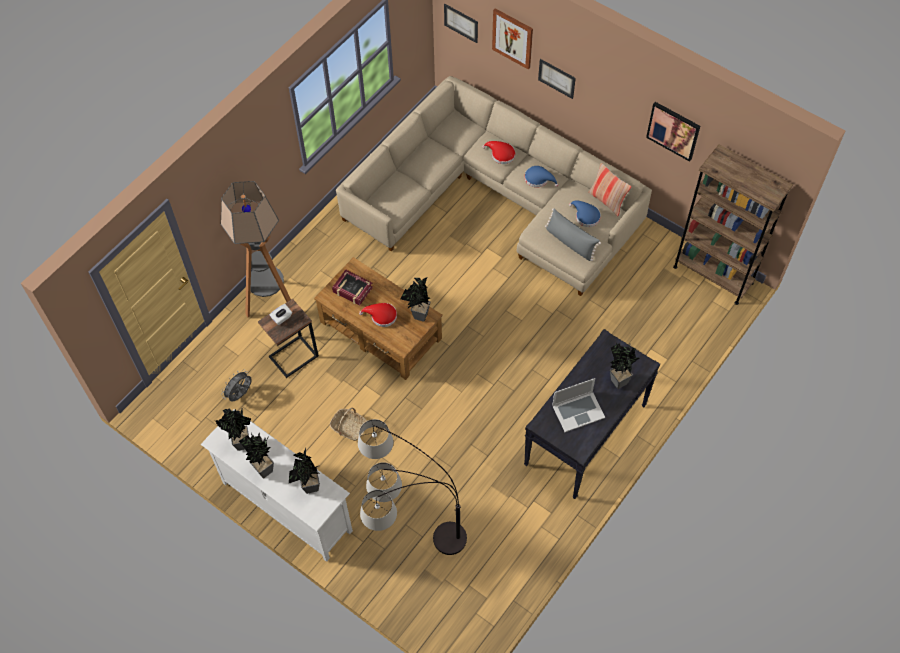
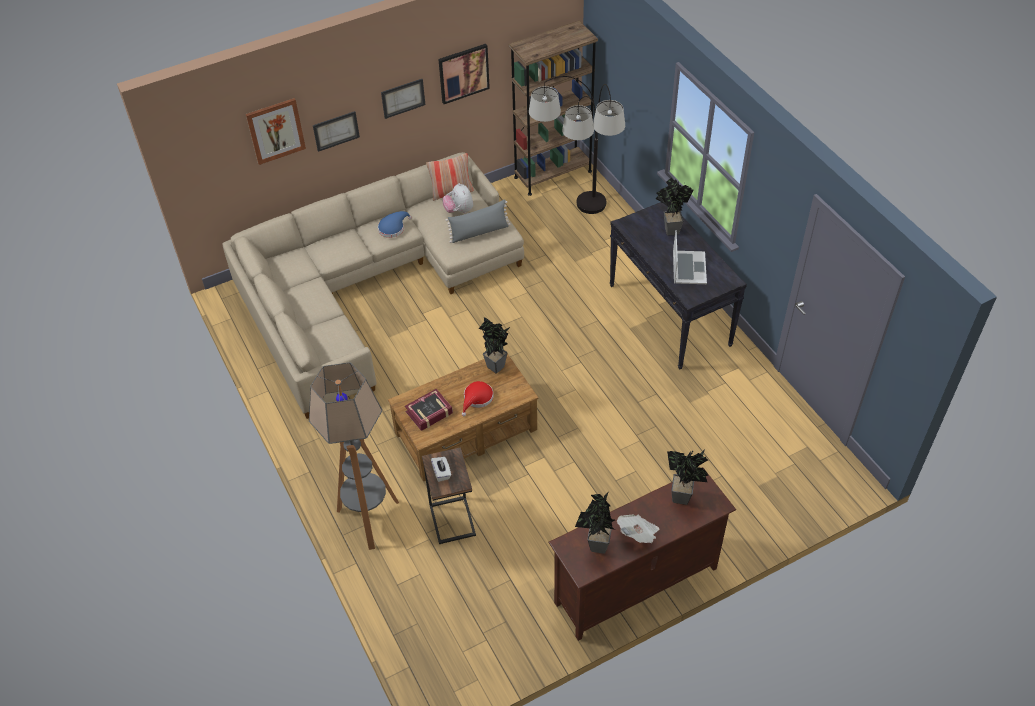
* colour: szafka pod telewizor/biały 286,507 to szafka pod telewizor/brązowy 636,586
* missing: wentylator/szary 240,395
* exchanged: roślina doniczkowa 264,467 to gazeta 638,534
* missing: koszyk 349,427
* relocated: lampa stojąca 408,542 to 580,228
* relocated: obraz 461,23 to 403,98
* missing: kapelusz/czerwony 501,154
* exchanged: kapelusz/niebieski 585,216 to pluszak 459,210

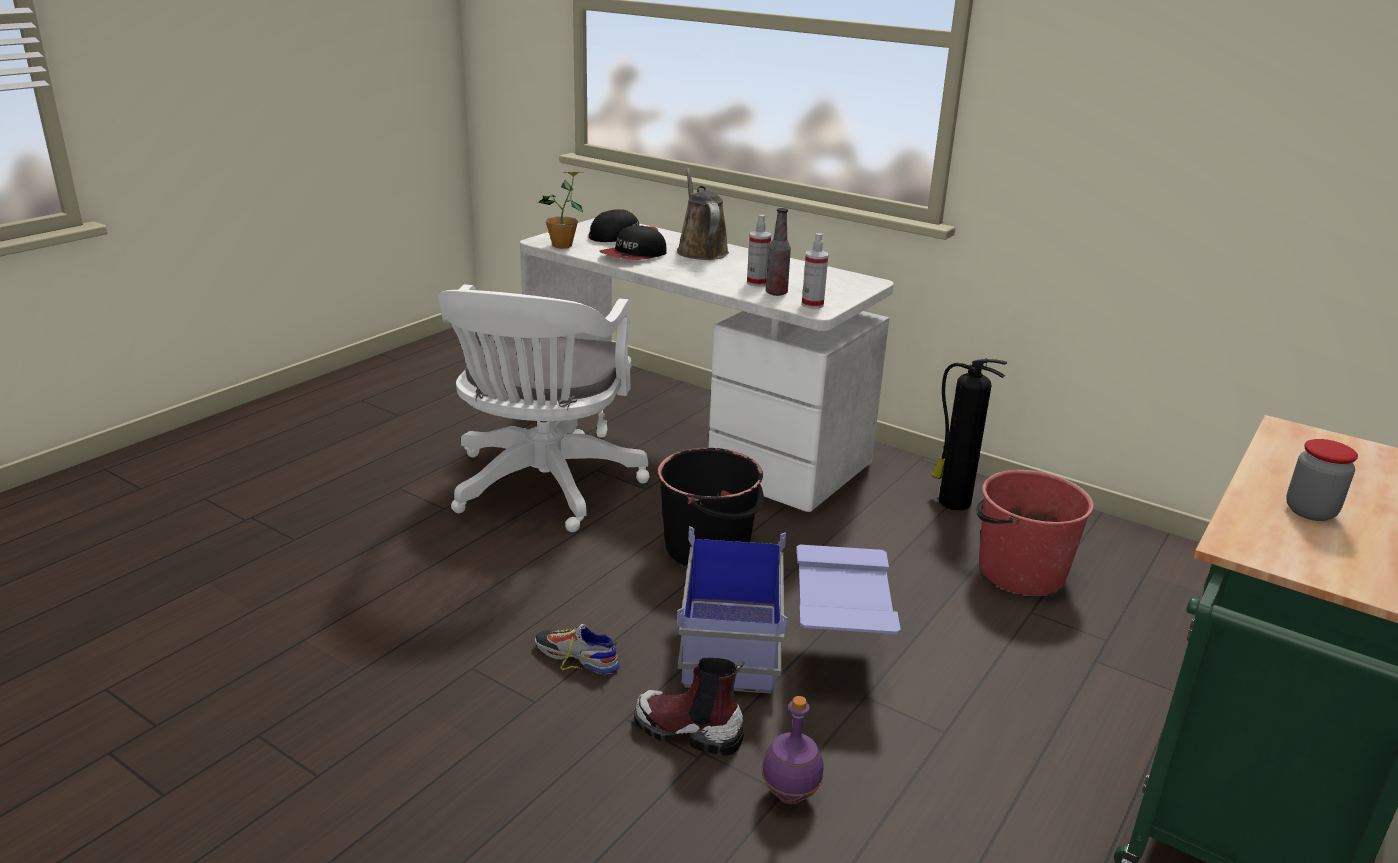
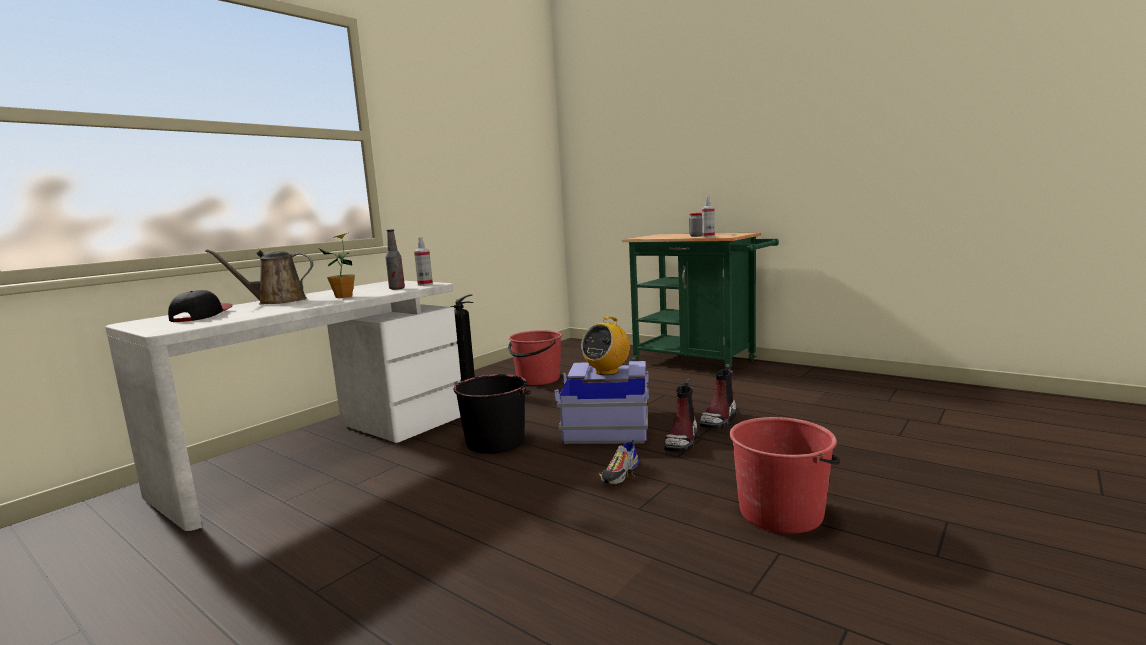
* missing: krzesło biurowe/biały 542,488
* relocated: roślina doniczkowa 562,245 to 344,296
* missing: czapka z daszkiem 634,255
* relocated: spryskiwacz 757,283 to 708,236
* exchanged: butelka/fioletowy 791,795 to but z cholewką 719,420
* appeared: radio 607,371
* appeared: wiadro/czerwony 782,512

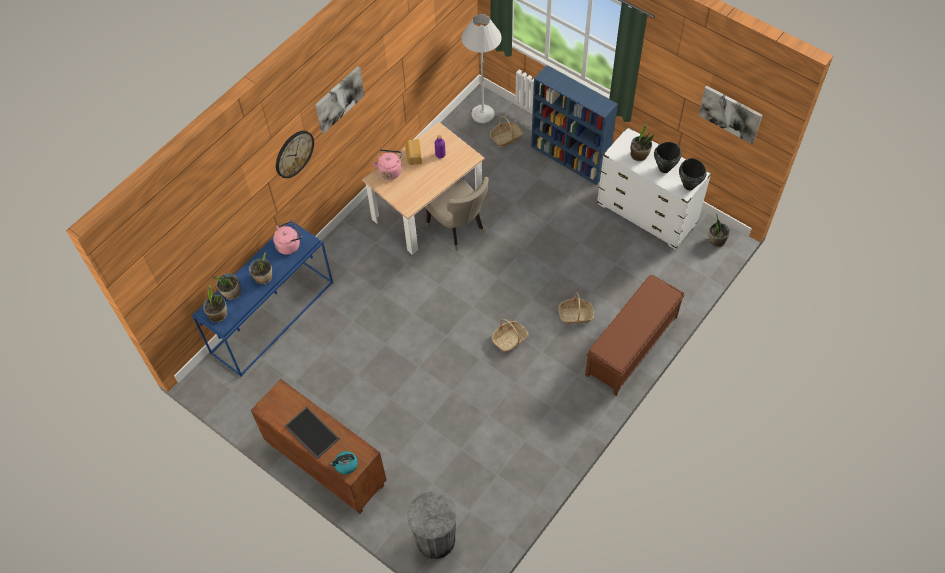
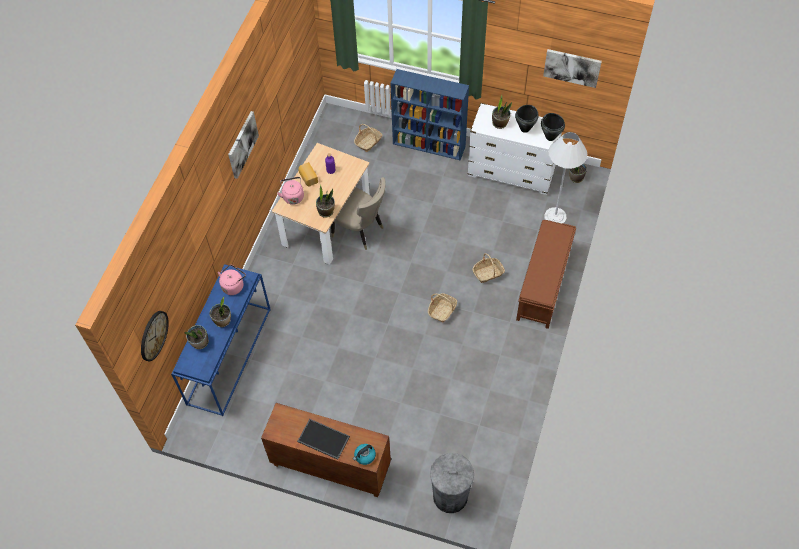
* relocated: roślina doniczkowa 218,315 to 326,211
* relocated: zegar ścienny 294,153 to 153,335
* relocated: lampa stojąca/biały 483,114 to 555,217

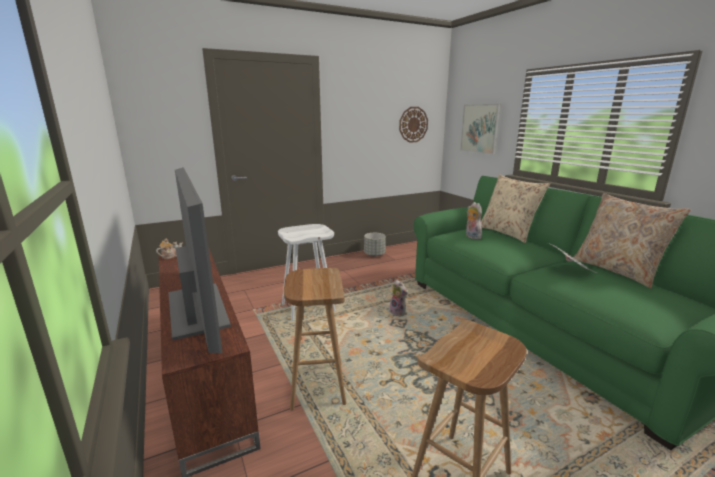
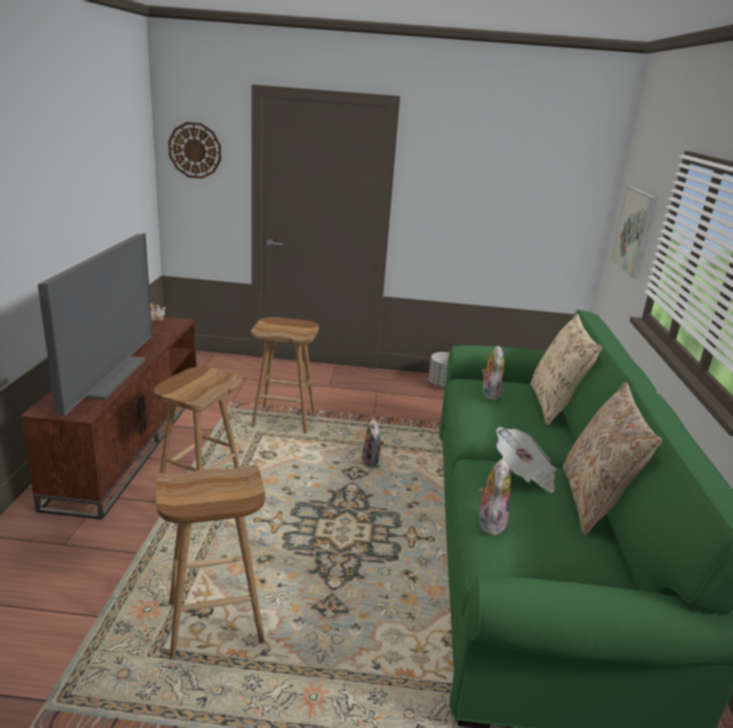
* colour: stołek/biały 308,307 to stołek/brązowy 285,419
* relocated: zegar ścienny 413,124 to 195,150
* appeared: pluszak 490,522

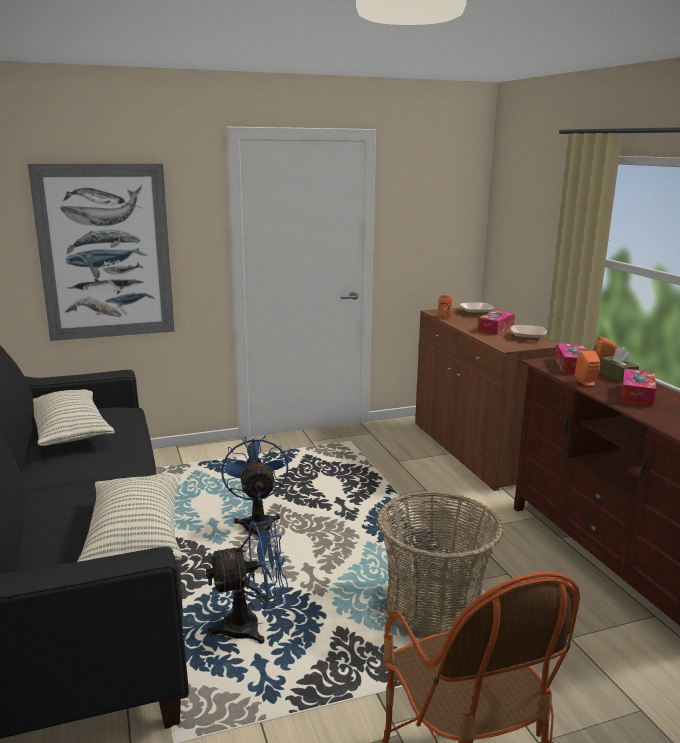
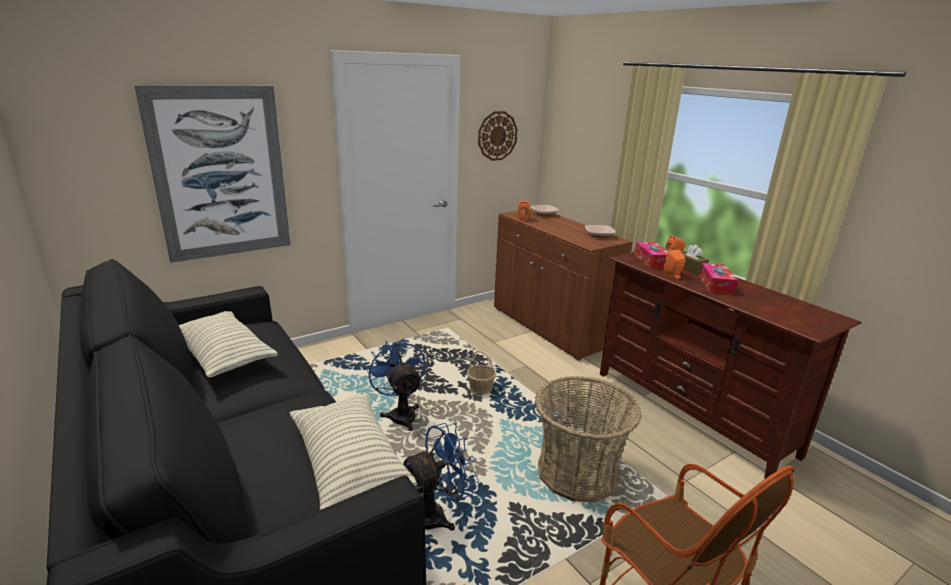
* missing: pudełko chusteczek 495,328
* appeared: koszyk 480,388
* appeared: zegar ścienny 497,136

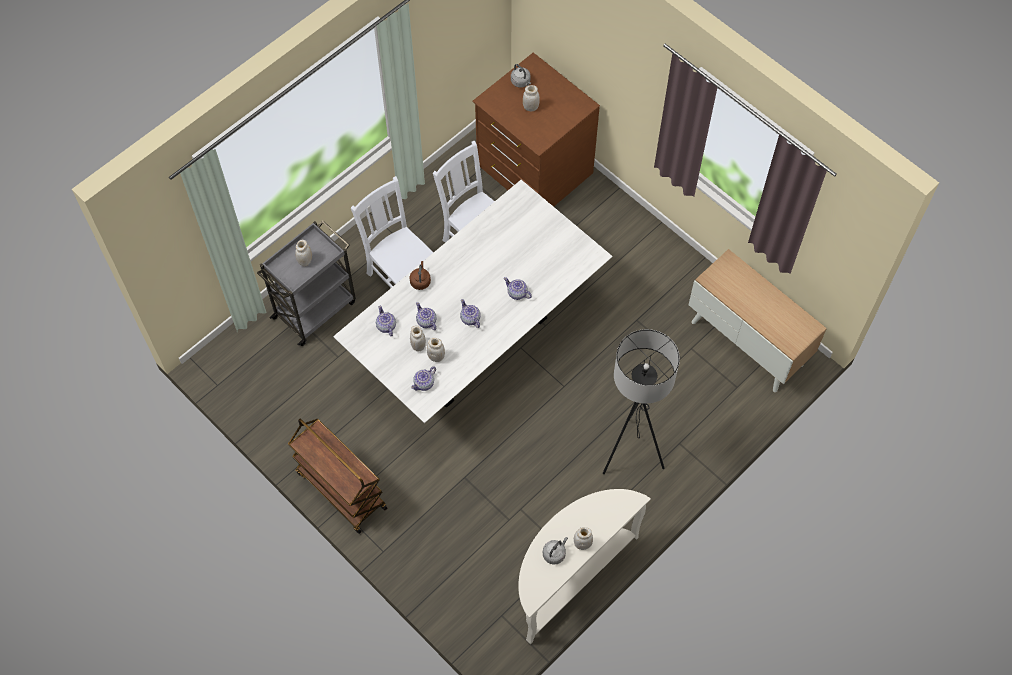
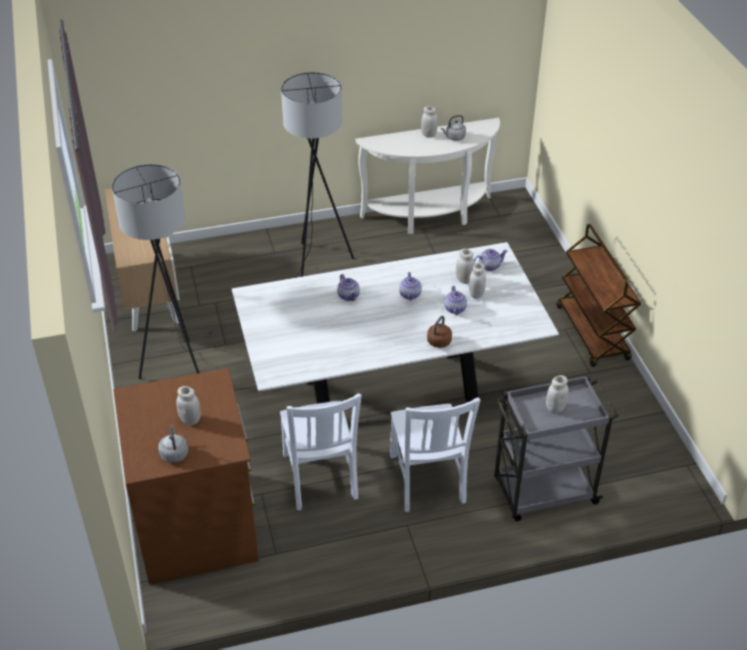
* missing: imbryk 386,326
* appeared: lampa stojąca/szary 178,364

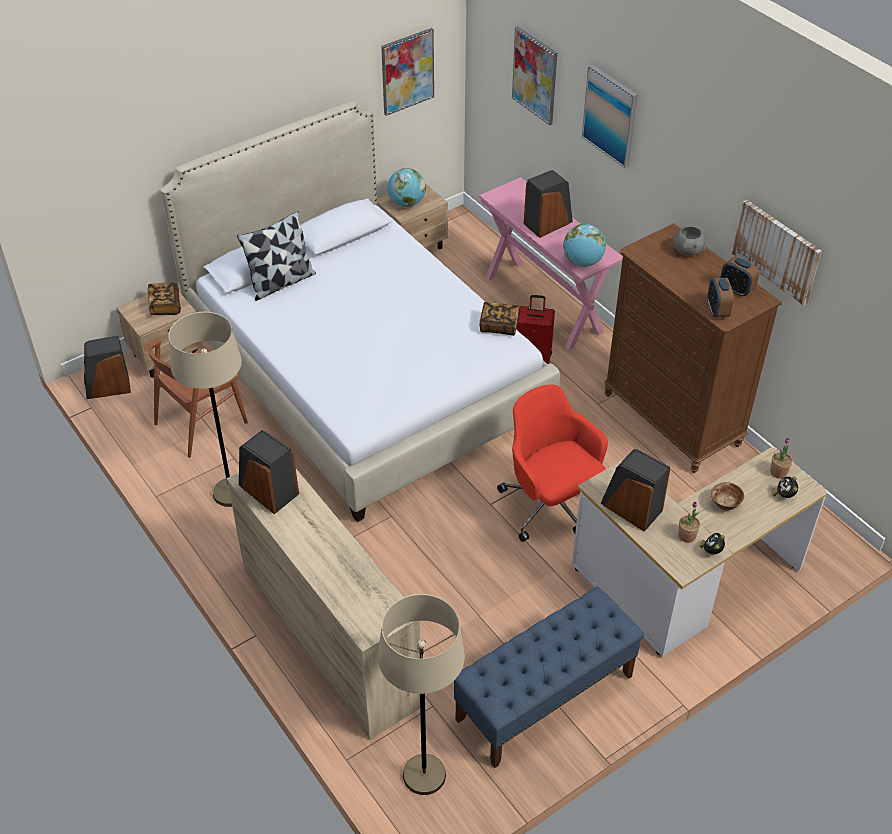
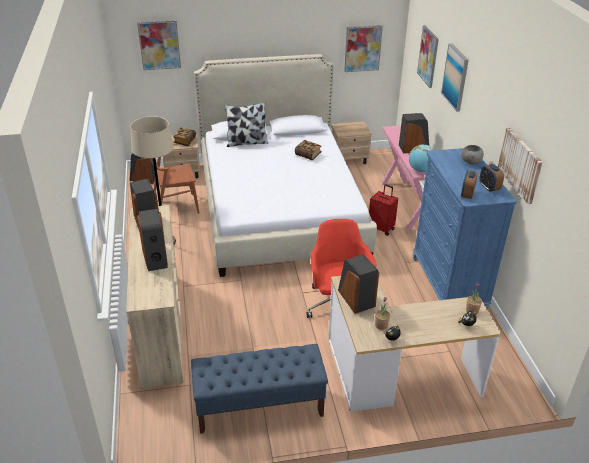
* missing: lampa stojąca/beżowy 424,775
* missing: globus 406,203
* relocated: książka 499,326 to 308,155
* colour: komoda/brązowy 672,420 to komoda/niebieski 448,284
* missing: miska 725,505
* appeared: obraz 159,45
* appeared: głośnik 155,258

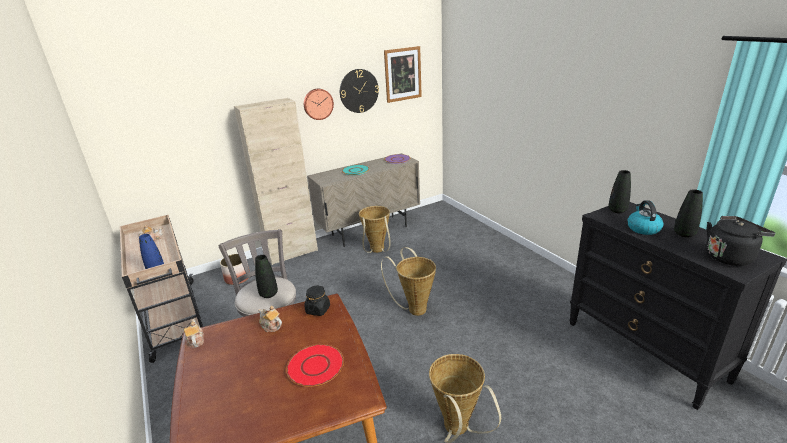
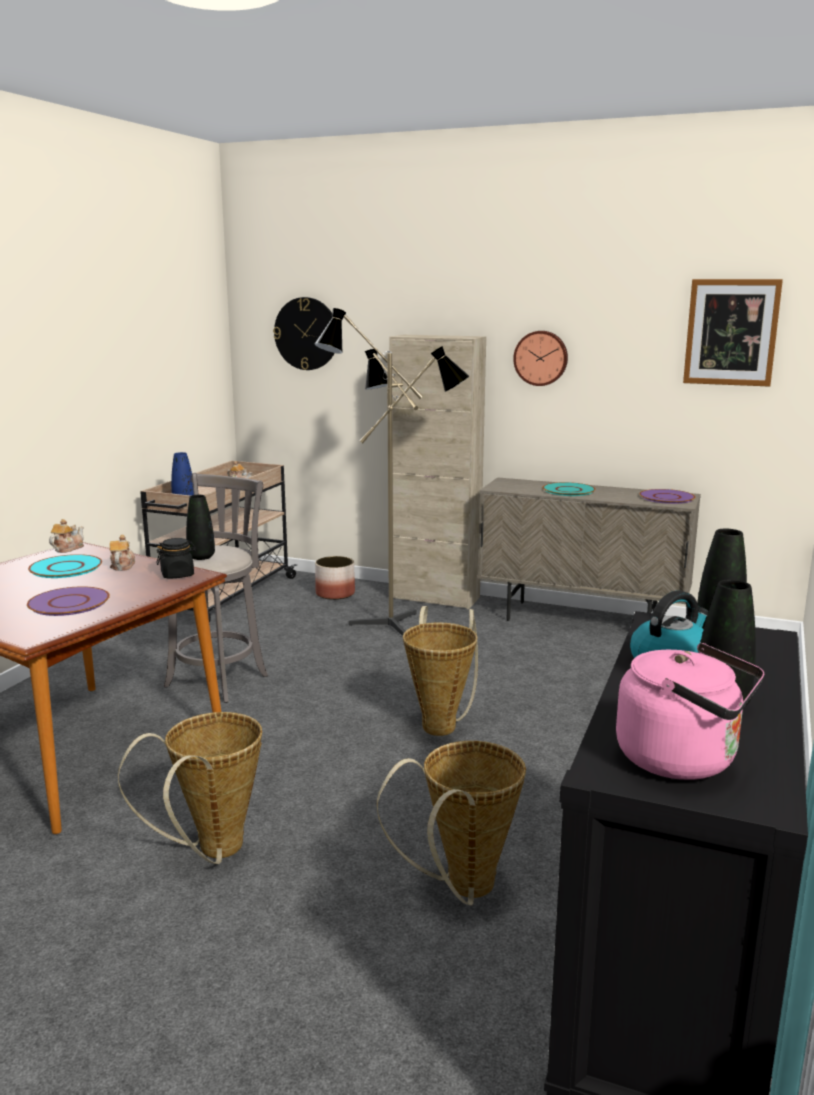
* colour: talerz/czerwony 315,366 to talerz/fioletowy 68,603
* relocated: zegar ścienny 359,91 to 306,333
* relocated: koszyk 377,251 to 462,889
* colour: czajnik/czarny 730,257 to czajnik/różowy 683,760
* appeared: talerz/turkusowy 66,568
* appeared: lampa stojąca 390,623

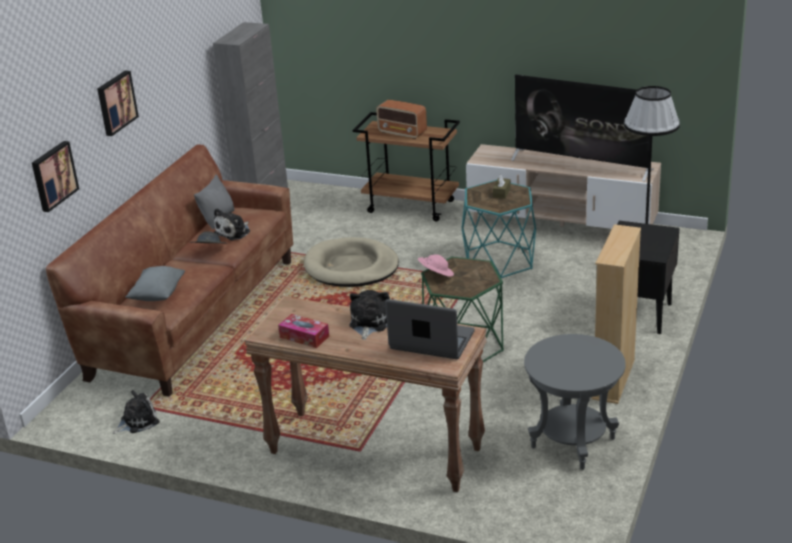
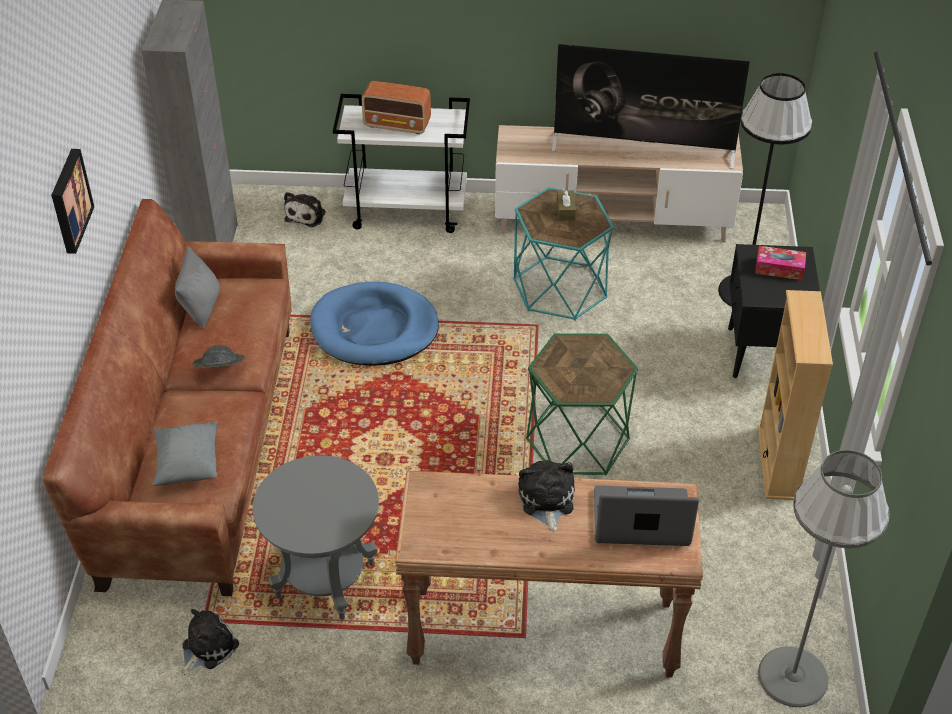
* missing: obraz 53,175
* relocated: pluszak 234,232 to 306,215
* relocated: pudełko chusteczek 304,337 to 779,268
* colour: legowisko/beżowy 351,267 to legowisko/niebieski 374,329
* colour: wózek/brązowy 412,206 to wózek/biały 407,211
* missing: kapelusz/różowy 435,275
* relocated: stolik/szary 573,443 to 325,580
* appeared: lampa stojąca/szary 793,677

